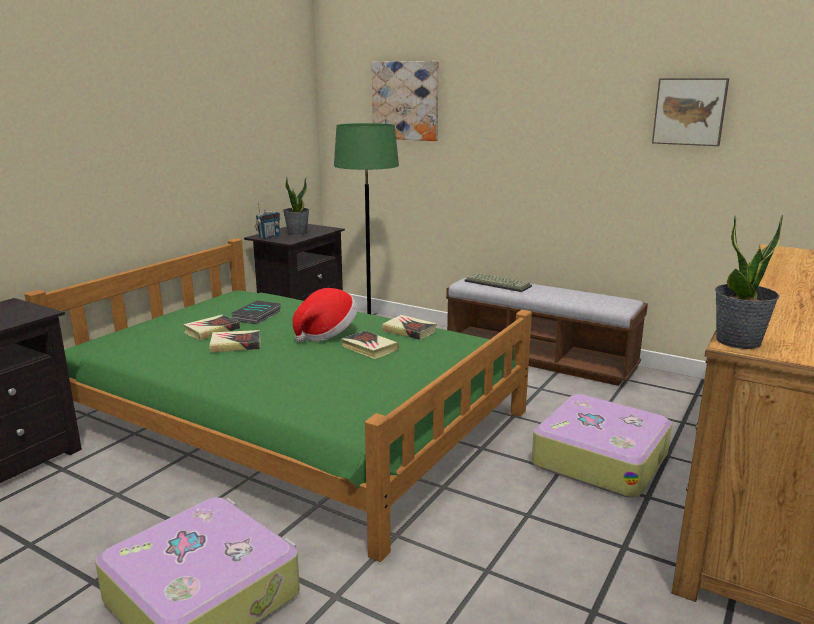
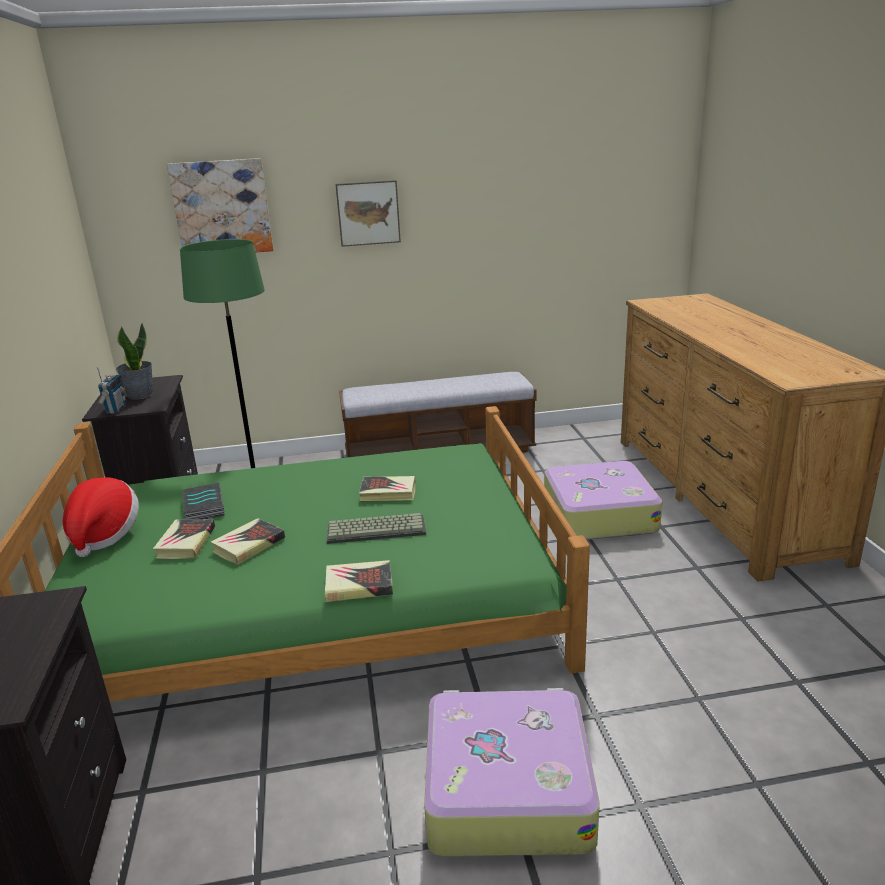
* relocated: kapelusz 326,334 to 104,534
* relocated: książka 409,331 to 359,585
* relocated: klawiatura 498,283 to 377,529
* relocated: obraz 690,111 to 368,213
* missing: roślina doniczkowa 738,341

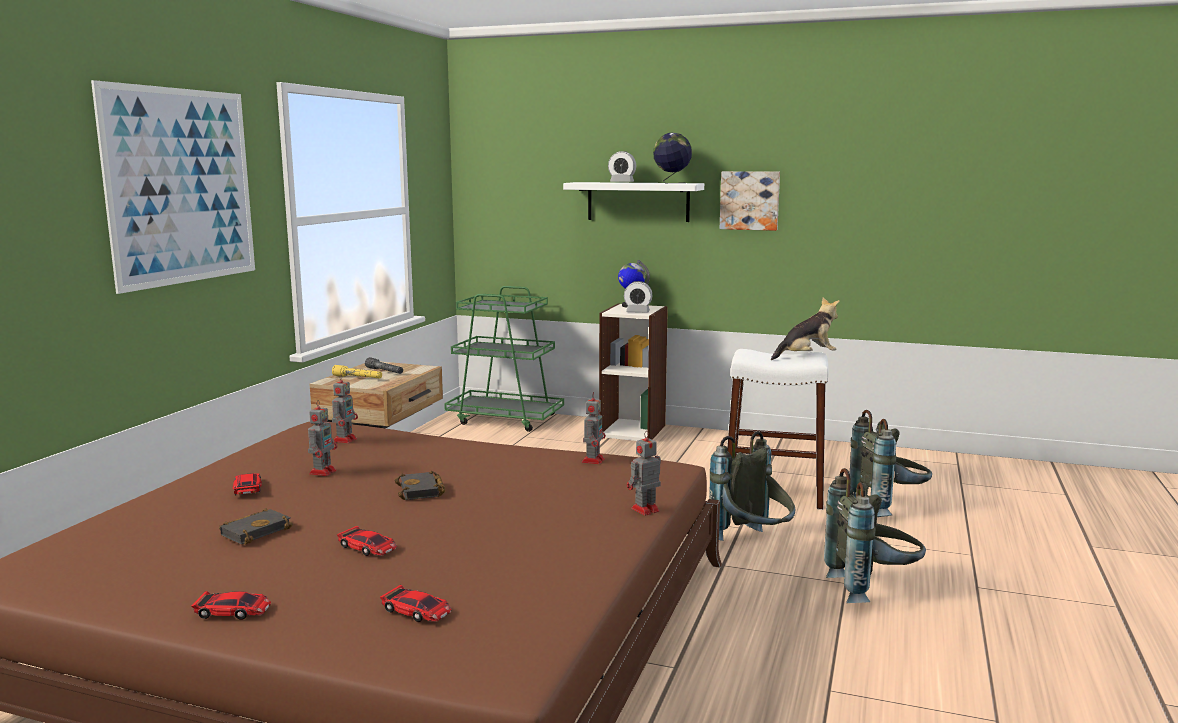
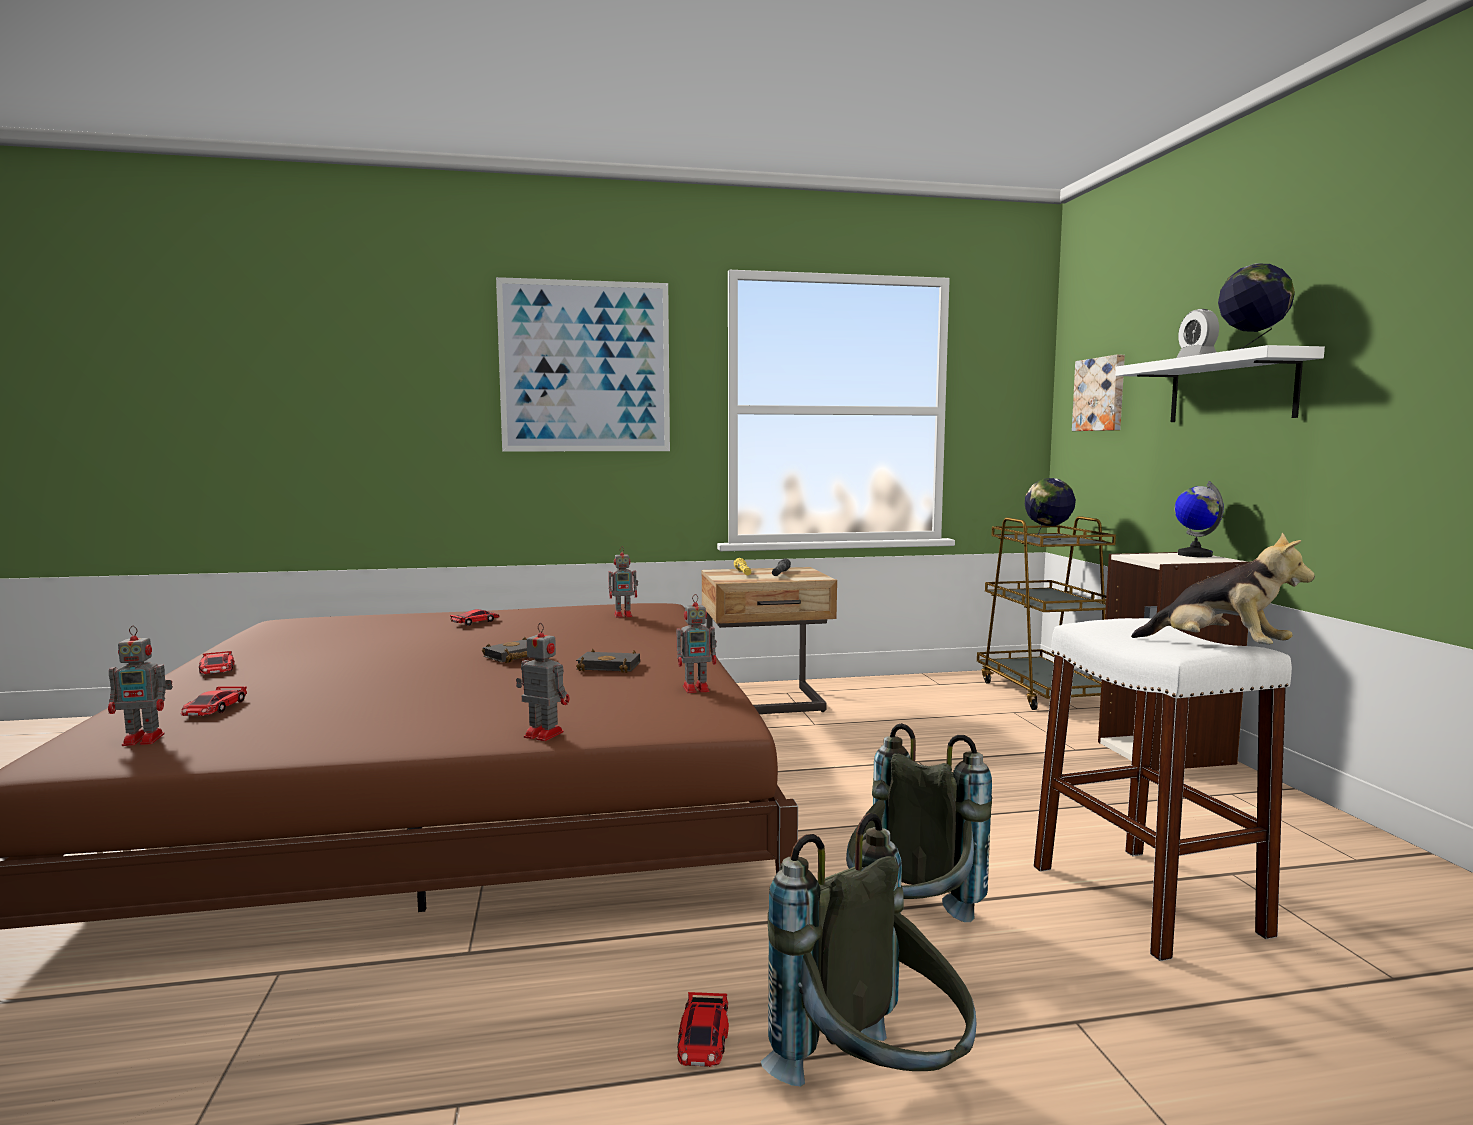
* relocated: książka/czarny 256,530 to 611,666
* relocated: robot zabawkowy 323,471 to 145,739
* relocated: samochodzik 368,547 to 703,1037
* colour: wózek/zielony 505,419 to wózek/brązowy 1043,692
* missing: budzik 637,312
* relocated: obraz 750,200 to 1101,394
* missing: plecak/szary 889,508
* appeared: globus 1048,539

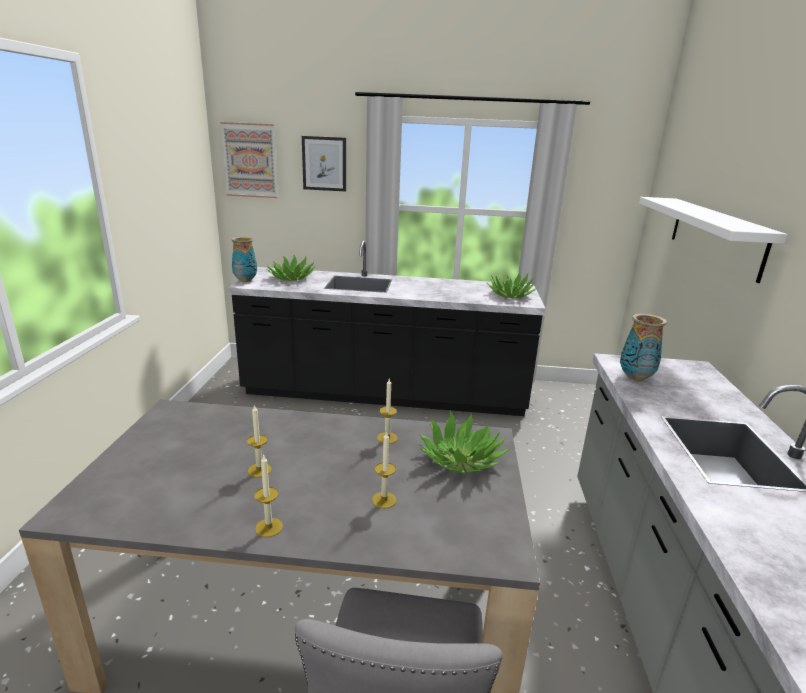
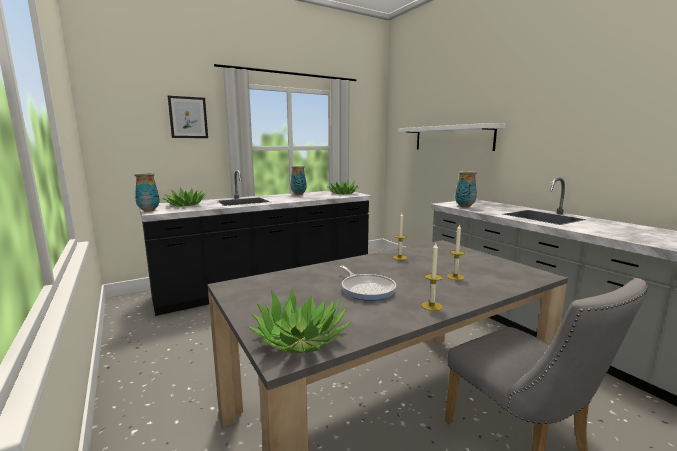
* missing: obraz 250,160
* exchanged: świeca 259,470 to patelnia 366,289
* relocated: roślina doniczkowa 461,459 to 301,339
* appeared: wazon 298,194

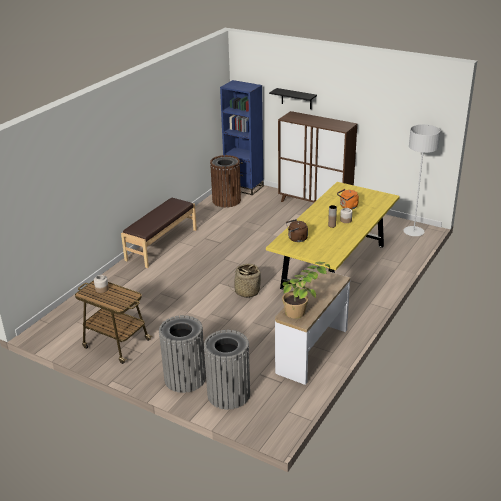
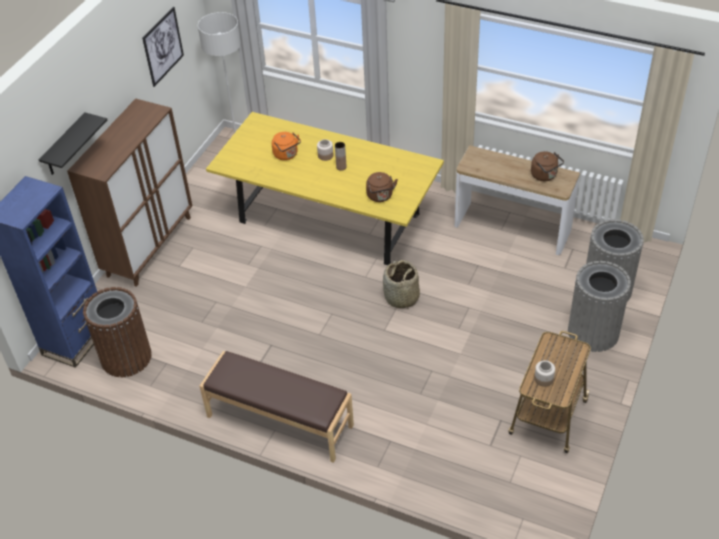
* exchanged: roślina doniczkowa 304,310 to czajnik/brązowy 545,176
* appeared: obraz 163,46

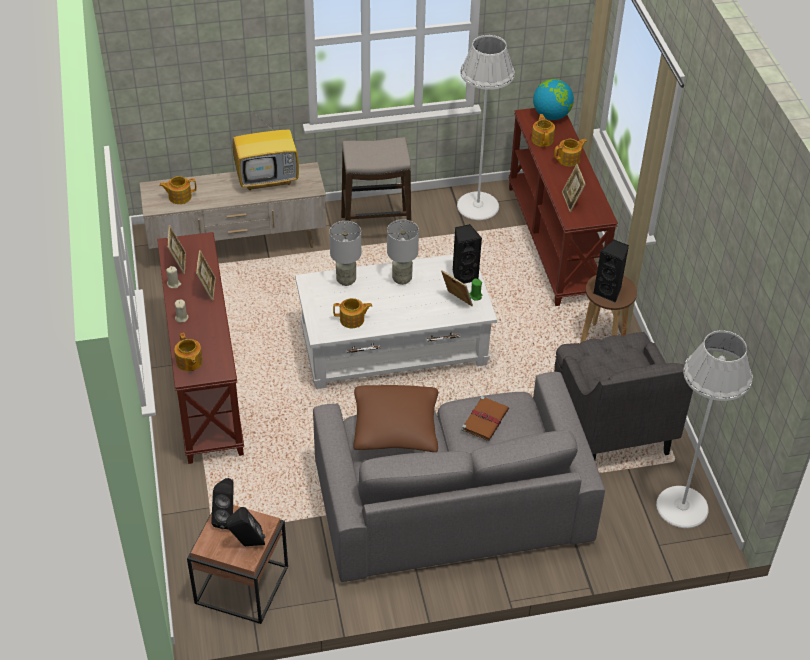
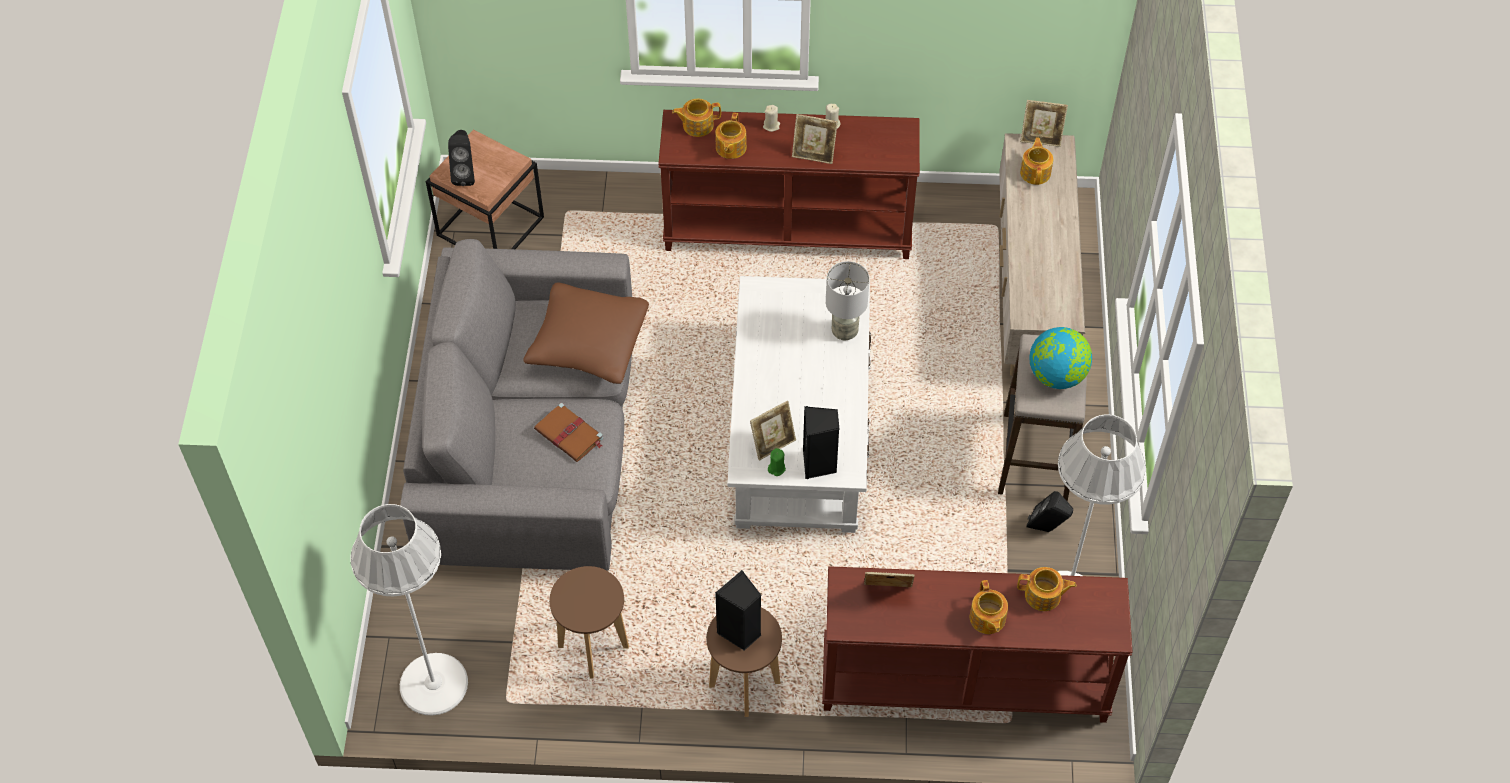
* relocated: ramka na zdjęcie 178,263 to 1041,138
* relocated: głośnik/czarny 227,518 to 1047,528
* missing: telewizor 268,178
* relocated: imbryk 352,320 to 730,147
* missing: lampa stołowa/szary 402,279
* relocated: globus 551,115 to 1057,375
* exchanged: fotel/szary 611,423 to stołek/brązowy 593,647

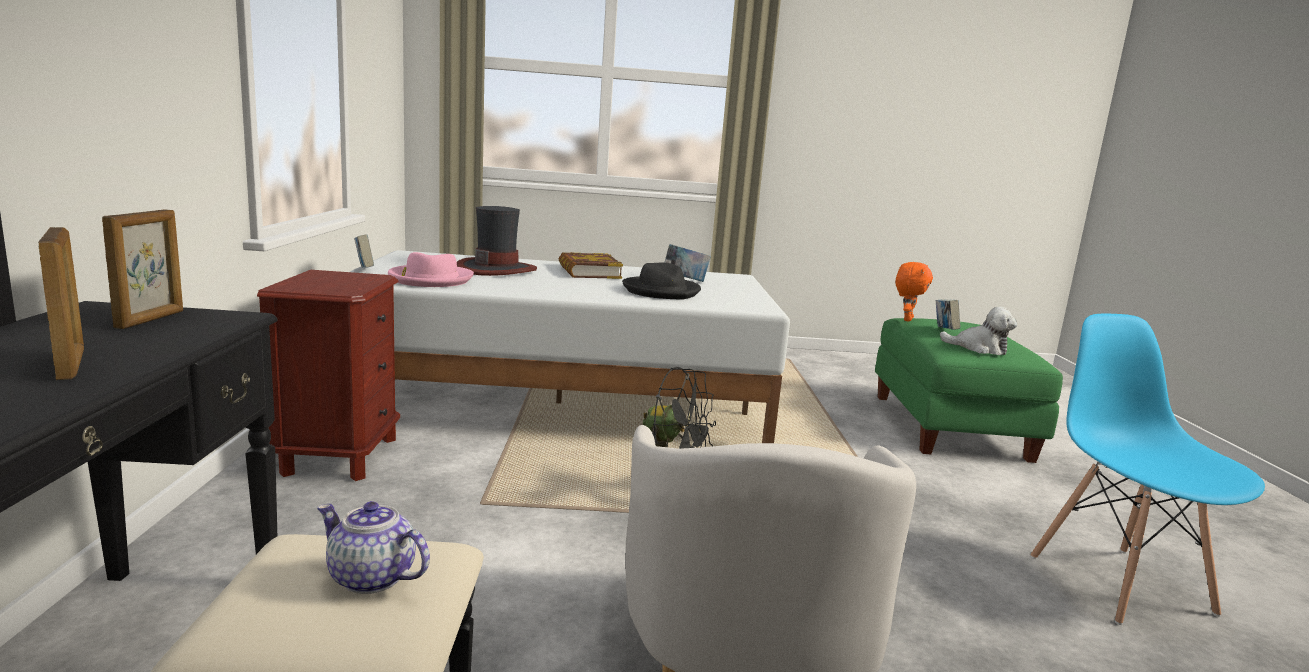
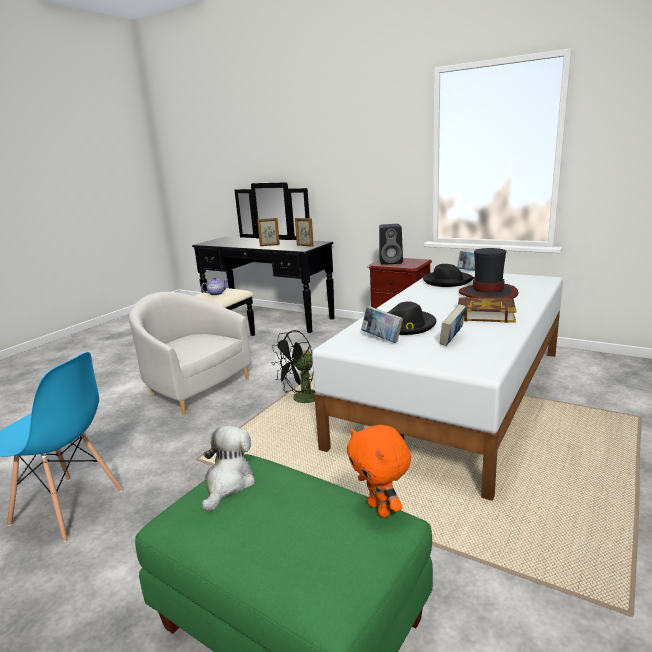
* colour: kapelusz/różowy 430,279 to kapelusz/czarny 447,281
* relocated: książka 944,331 to 382,339
* spun: pluszak 979,348 = 228,483 135 degrees clockwise
* appeared: głośnik/czarny 391,262

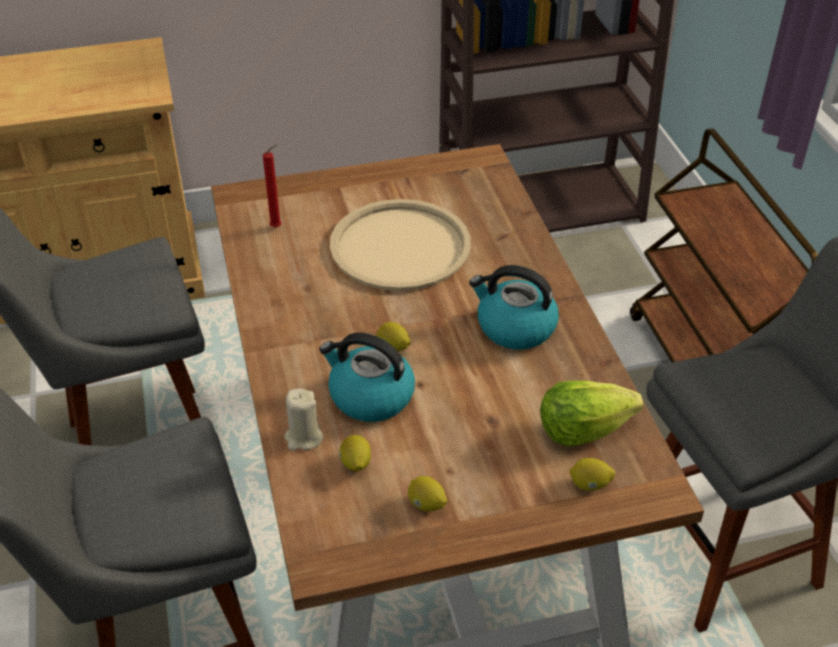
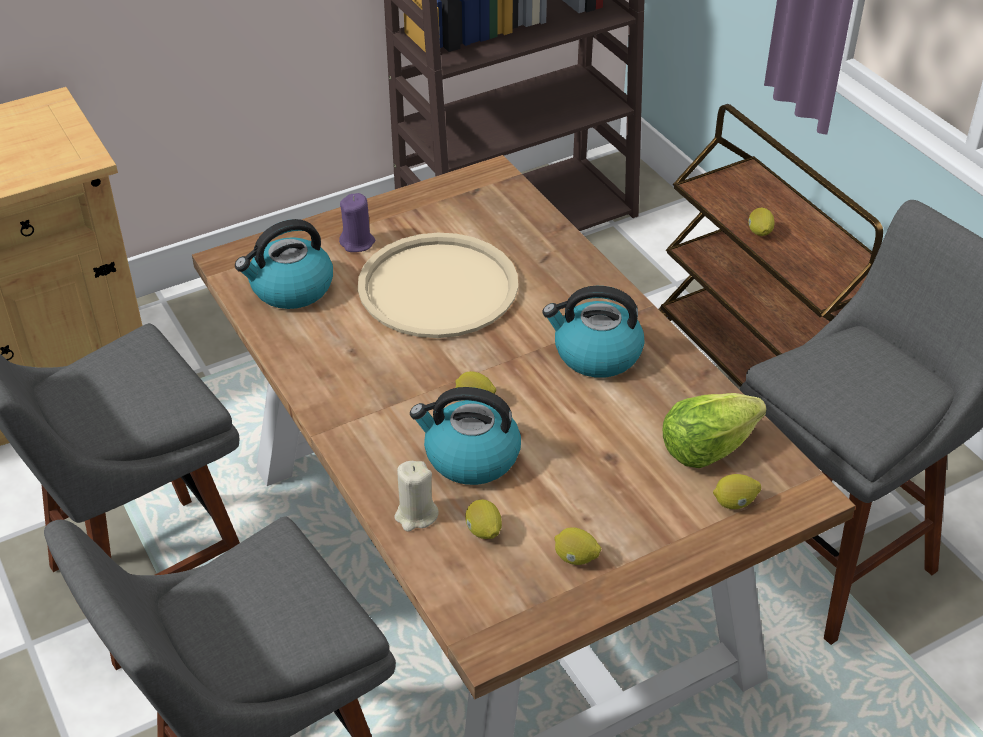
* exchanged: świeca/czerwony 278,227 to czajnik 290,289
* appeared: świeca/fioletowy 357,242
* appeared: cytryna 759,233

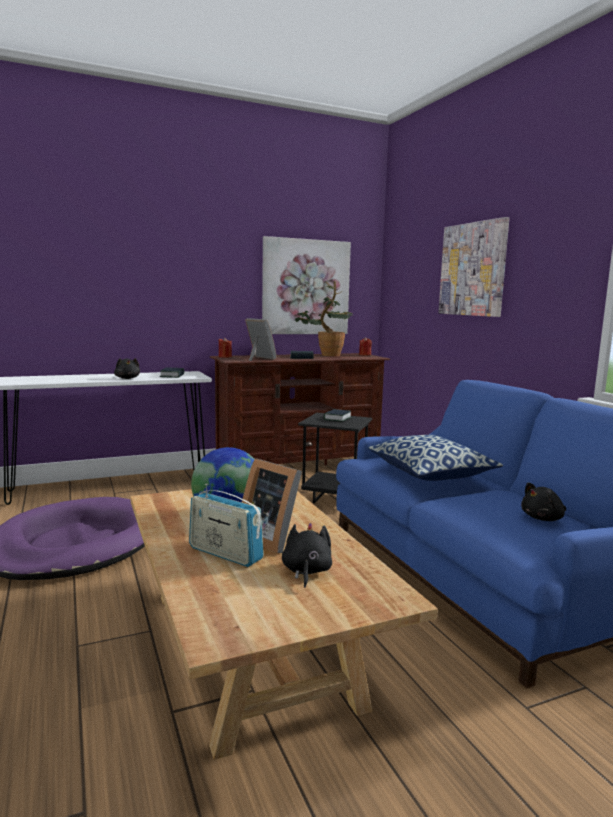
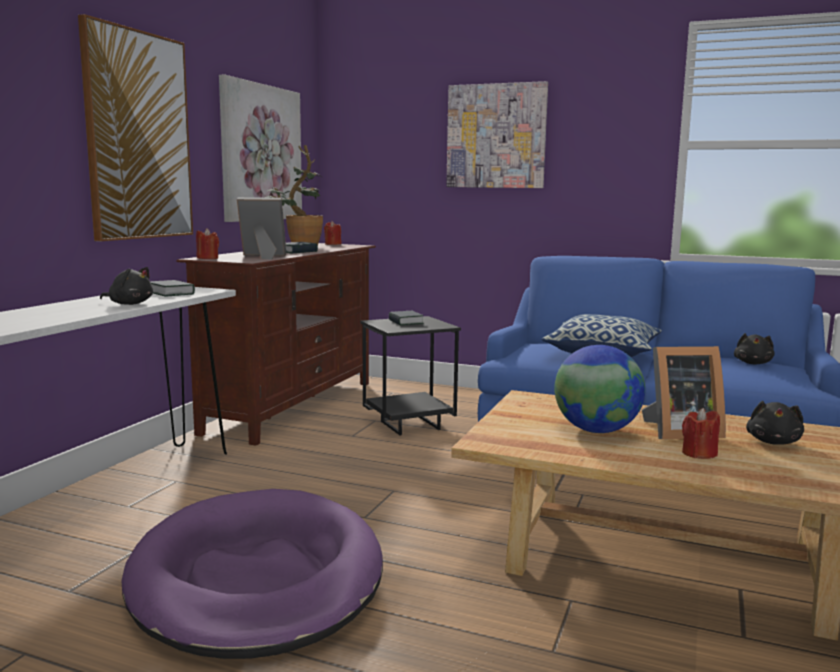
* exchanged: radio 225,553 to świeca/czerwony 699,454
* spun: pluszak/czarny 306,571 = 773,442 120 degrees counterclockwise
* appeared: obraz 138,136

